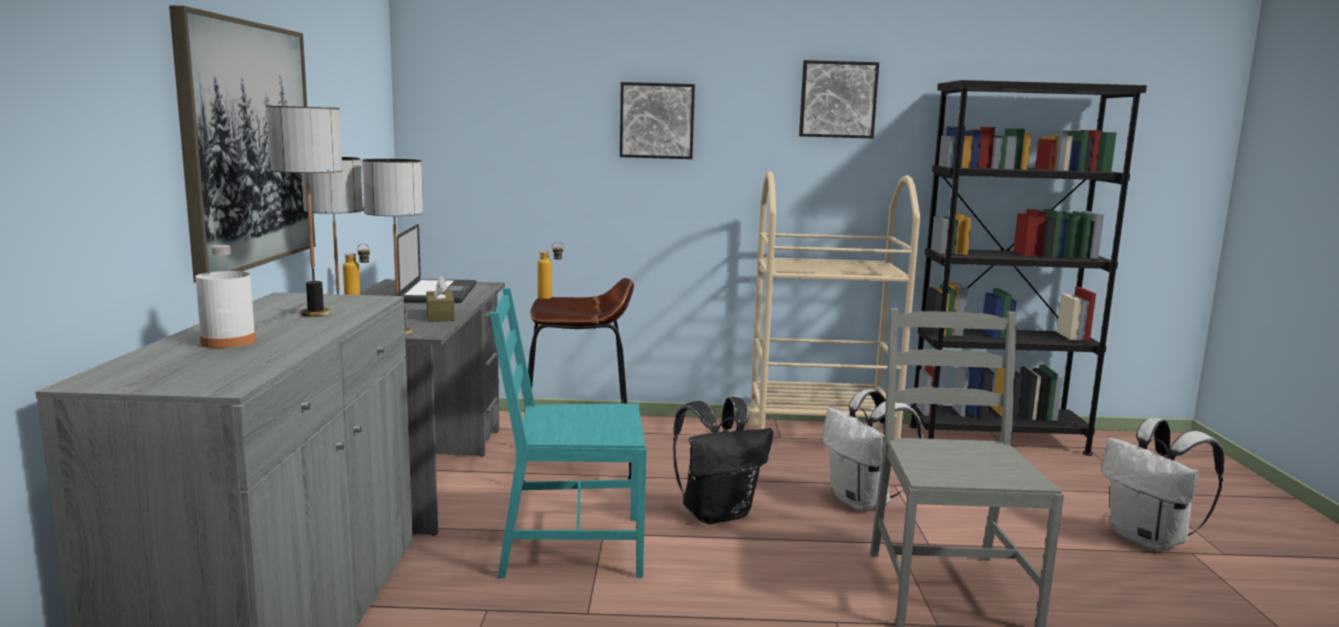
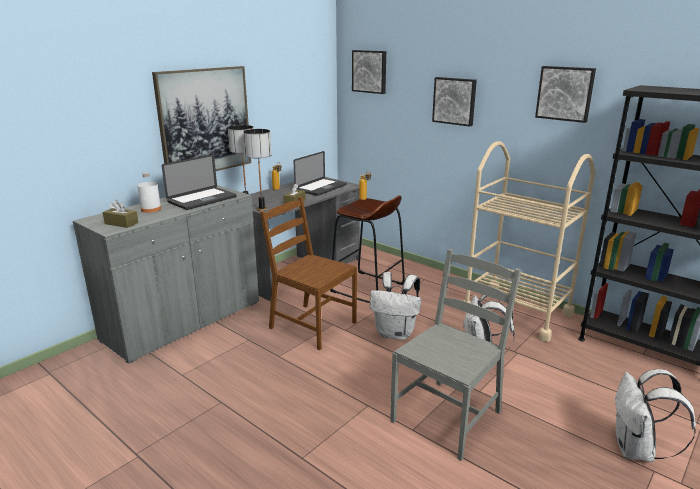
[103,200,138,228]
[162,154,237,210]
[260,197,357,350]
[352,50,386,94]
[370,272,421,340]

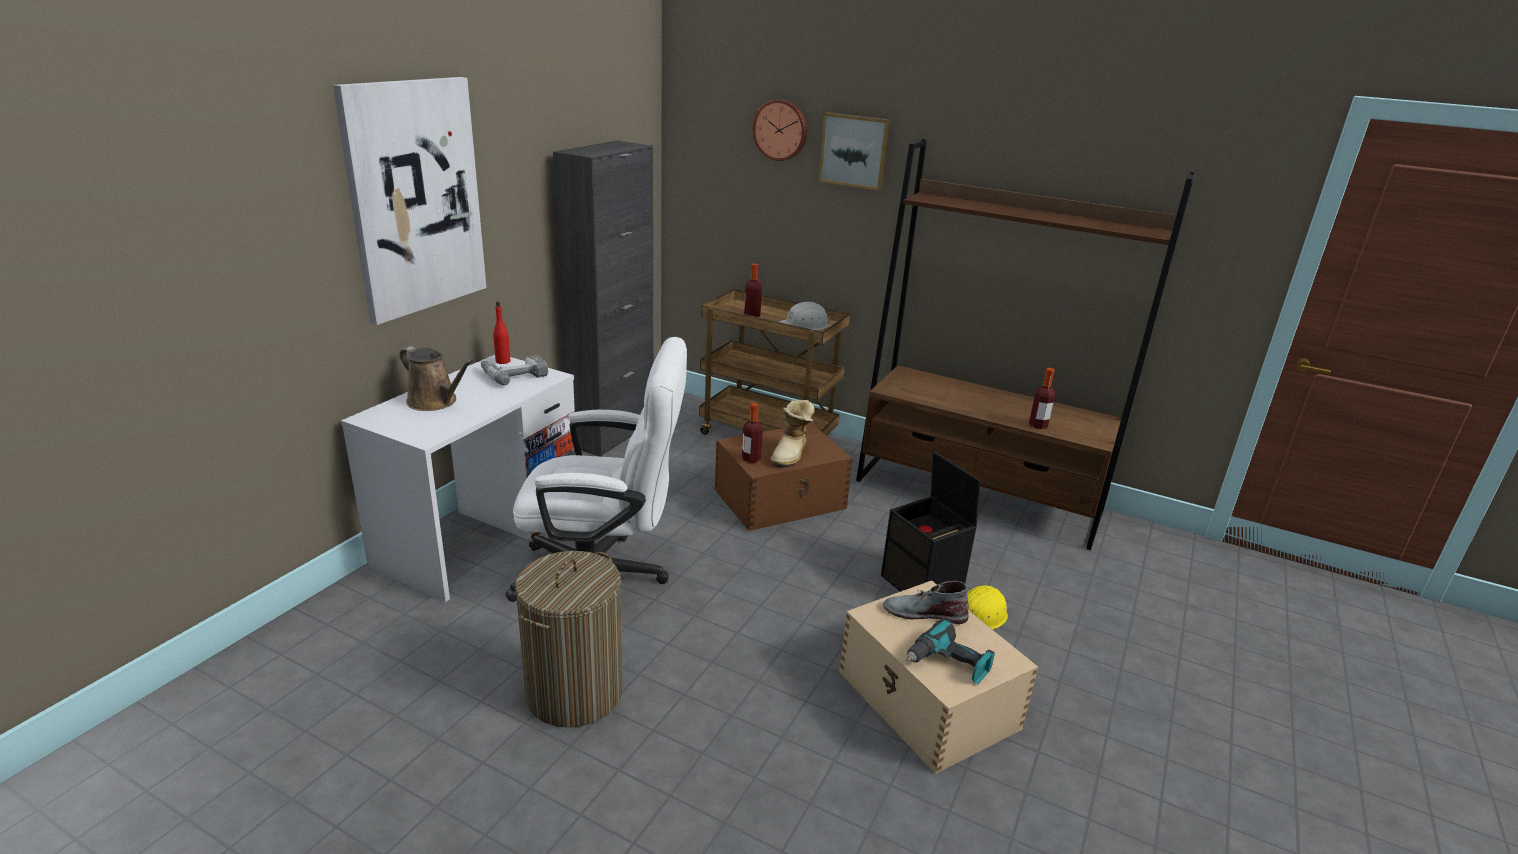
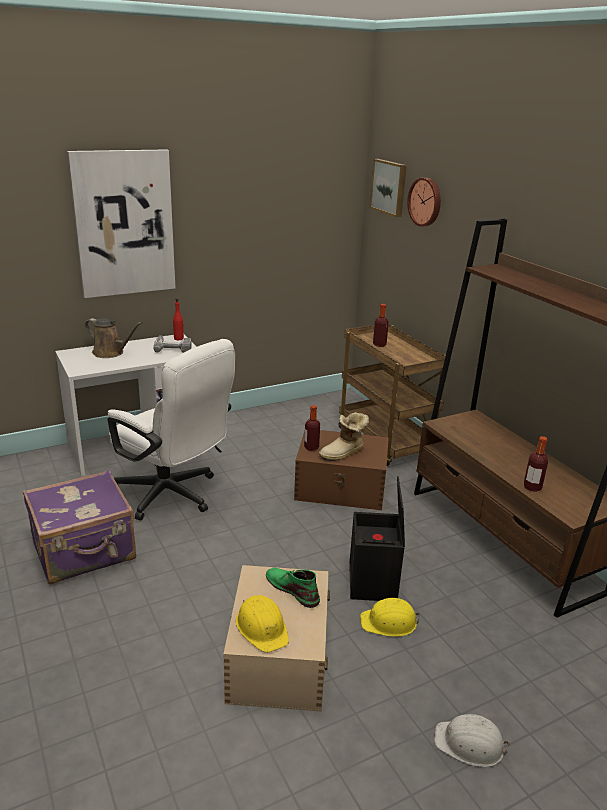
[23,470,136,584]
[85,318,142,358]
[236,595,289,653]
[266,568,320,608]
[370,159,407,217]
[434,714,510,767]
[553,140,653,457] (first image)

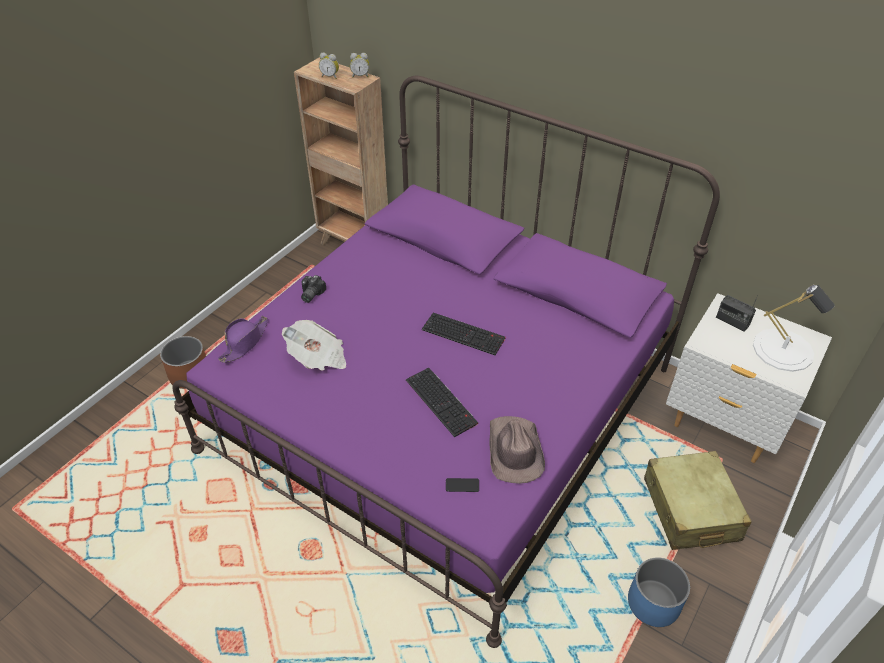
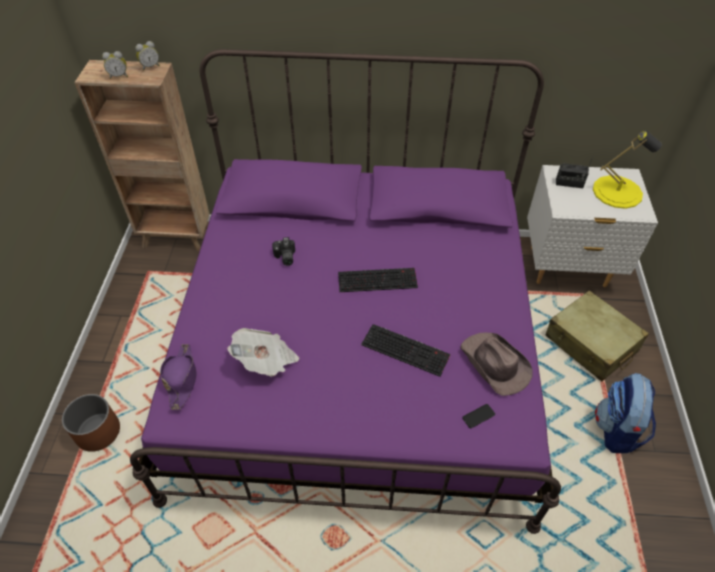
[272,237,295,266]
[593,131,662,209]
[595,373,656,453]

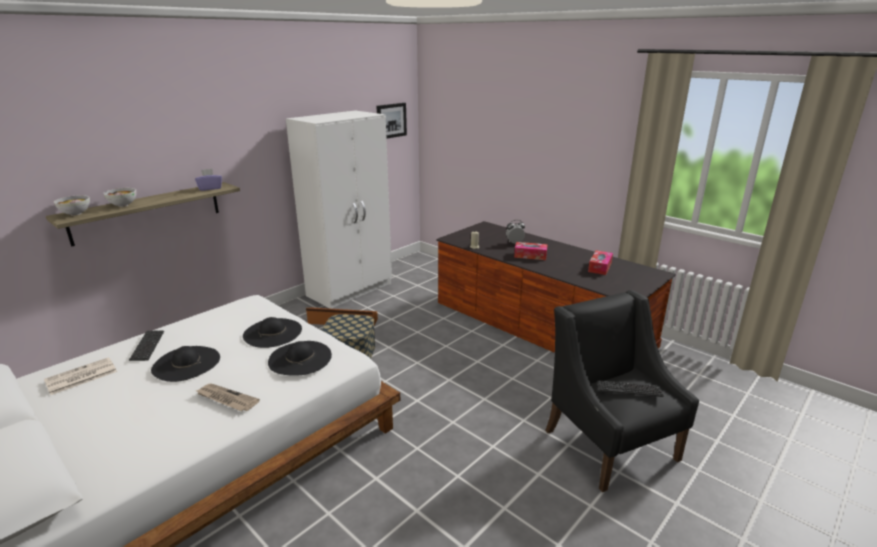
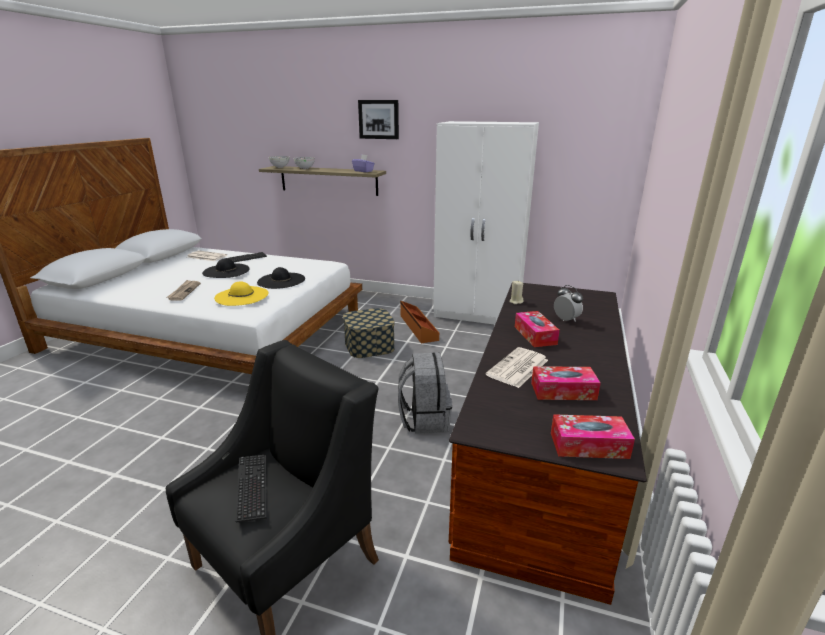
[214,281,268,306]
[358,100,399,139]
[398,352,452,434]
[486,347,548,388]
[551,414,635,459]

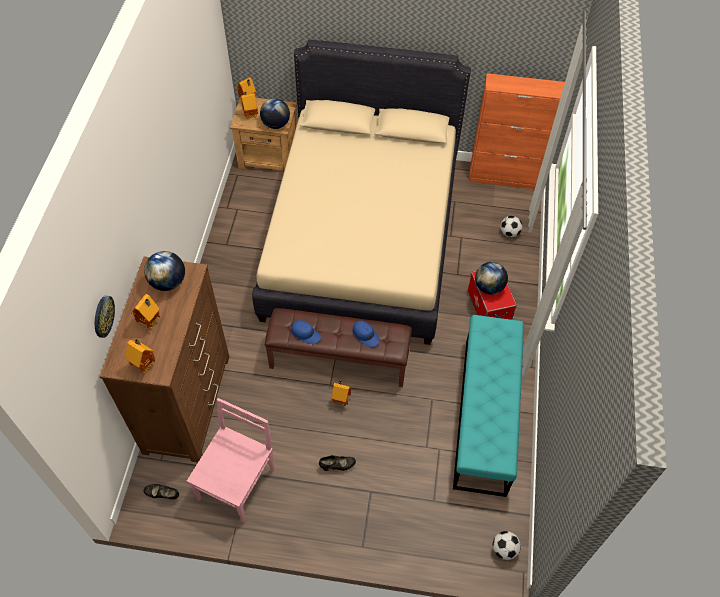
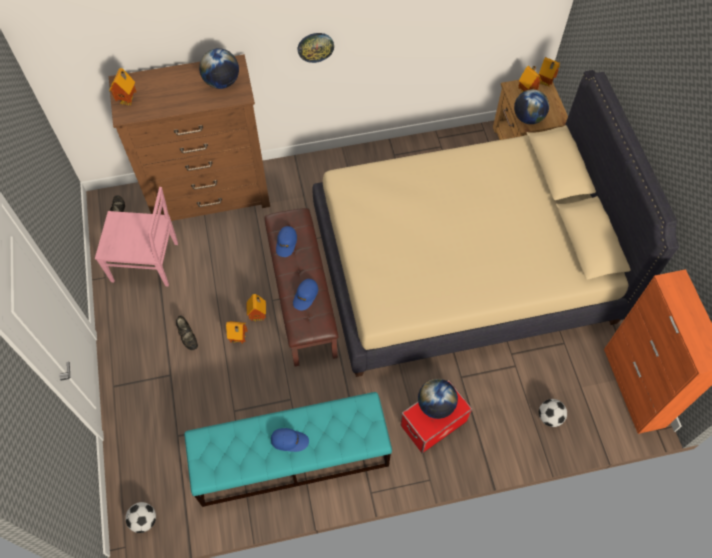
[226,321,248,344]
[271,428,309,452]
[298,33,334,63]

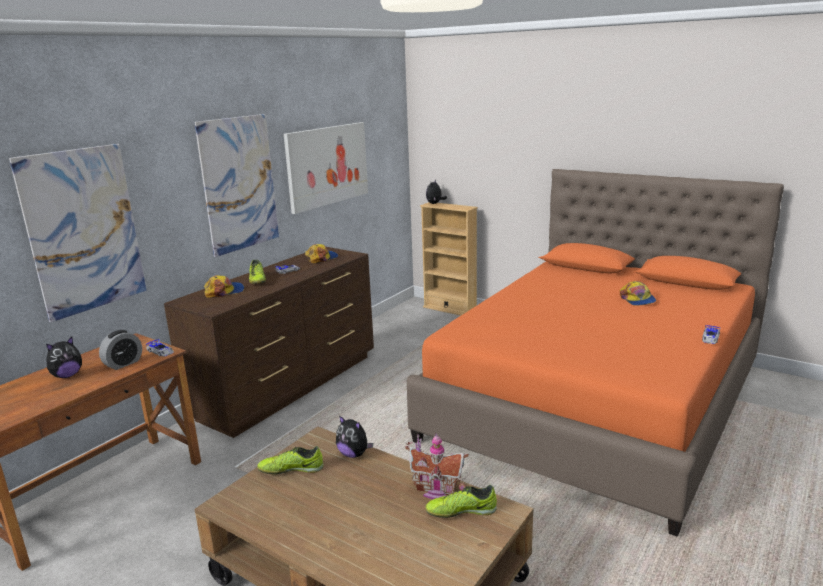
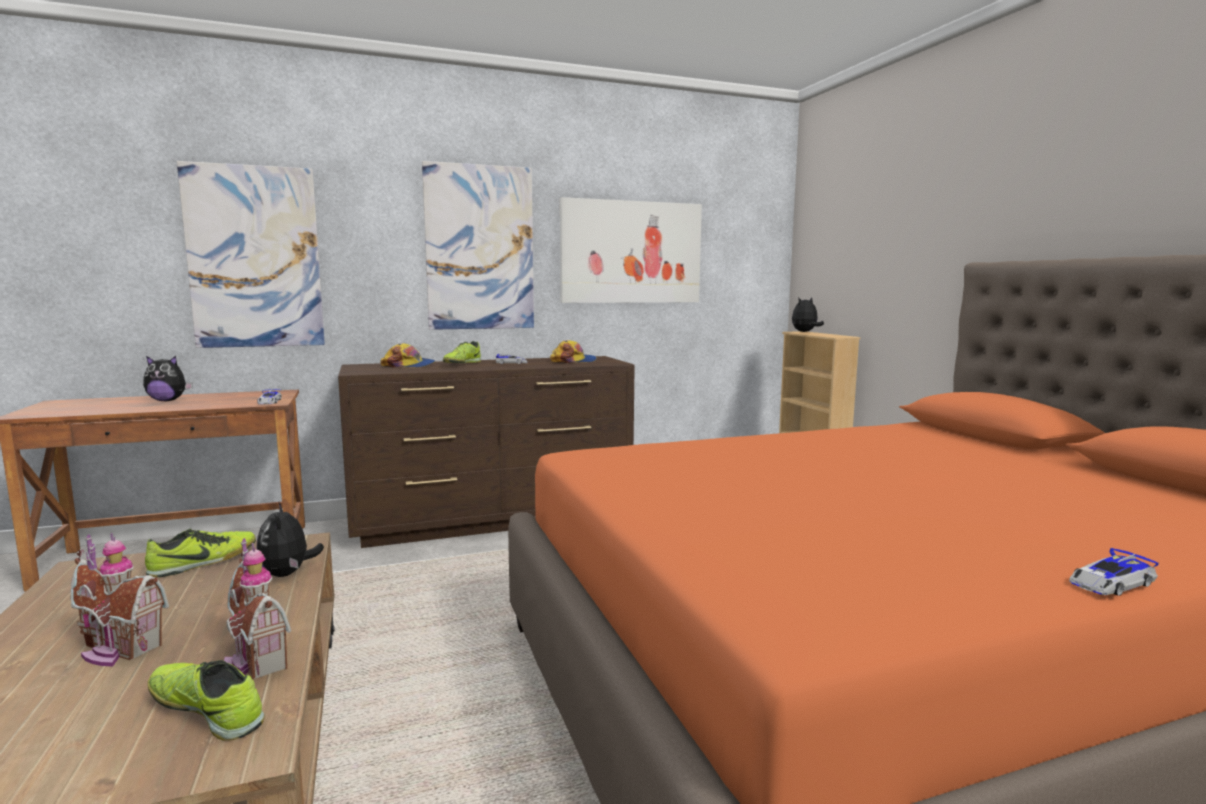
[70,533,169,667]
[145,529,256,577]
[99,330,142,370] (first image)
[619,281,656,306] (first image)

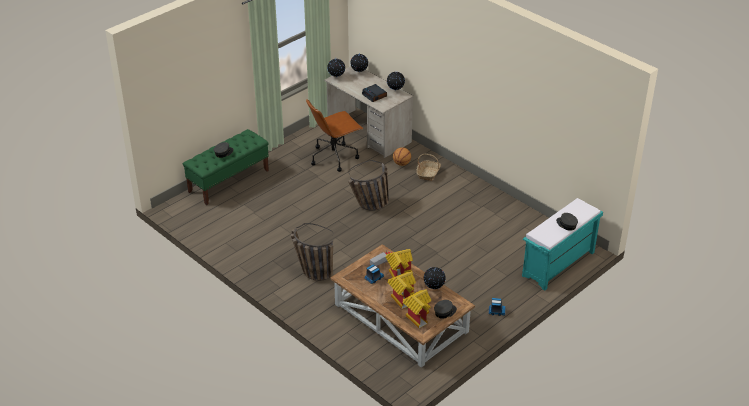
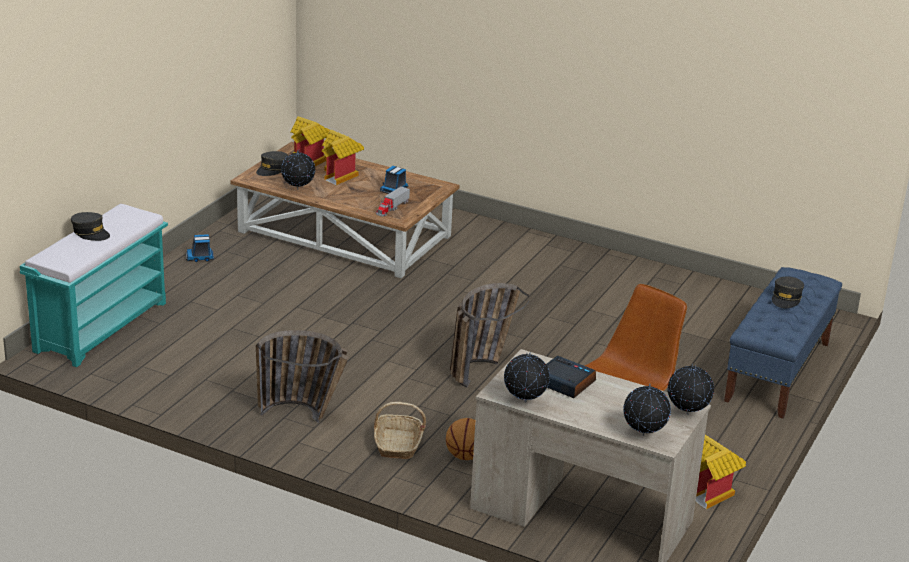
[256,330,348,423]
[696,435,746,509]
[724,267,842,418]

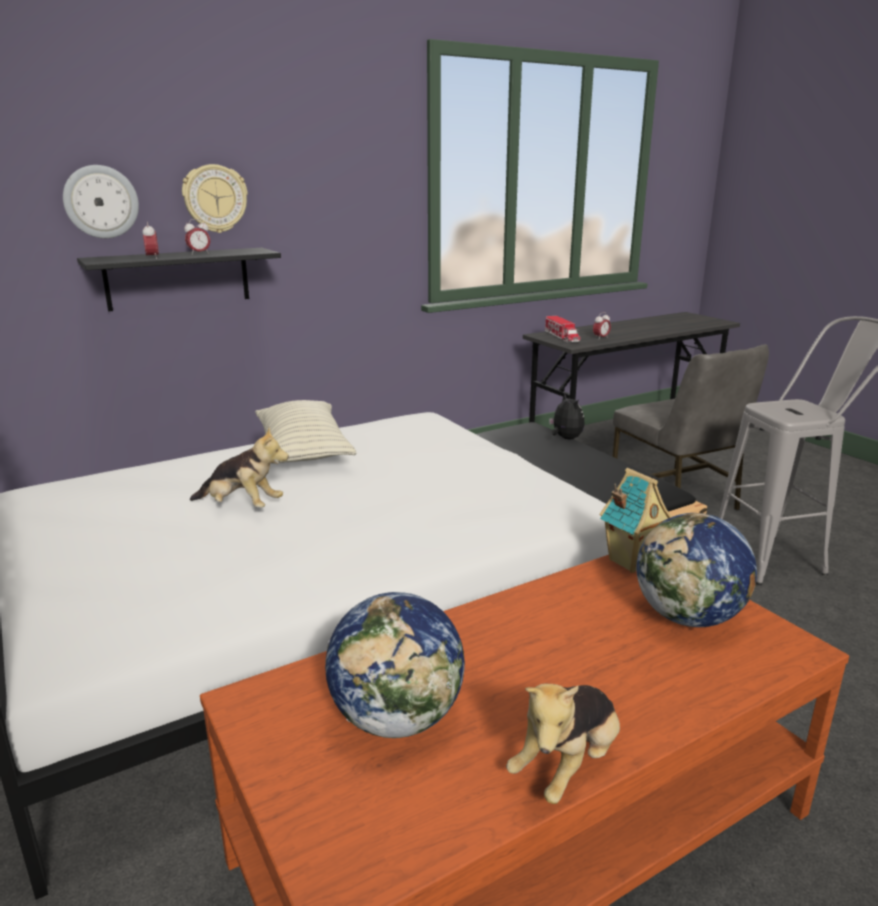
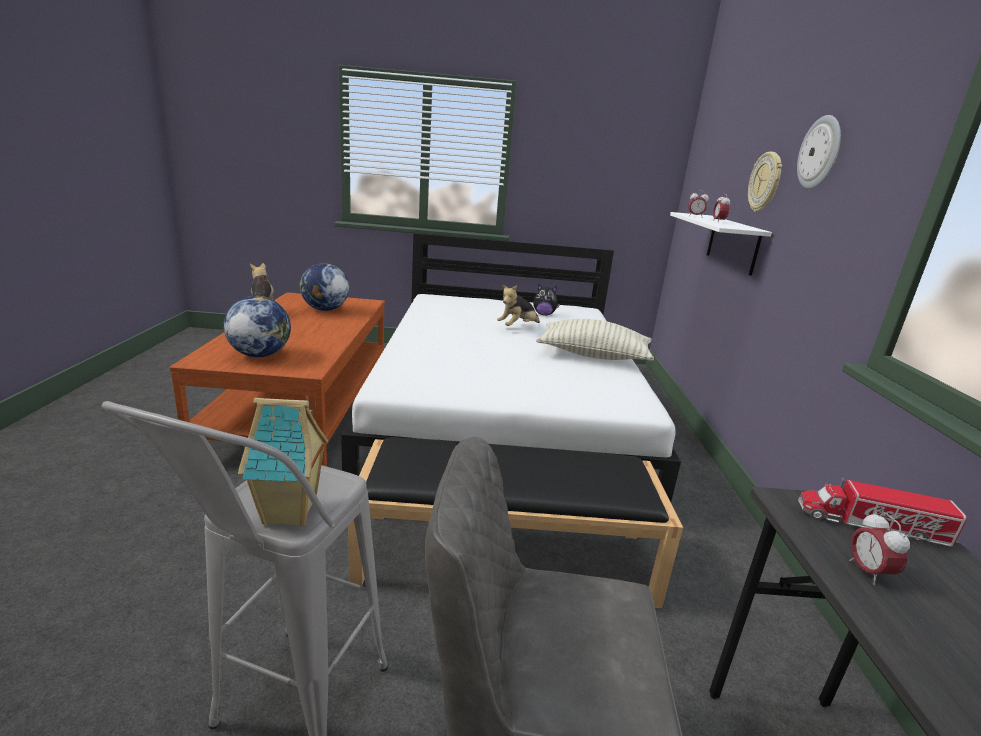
[238,398,328,527]
[533,284,560,315]
[670,212,772,276]
[797,115,841,189]

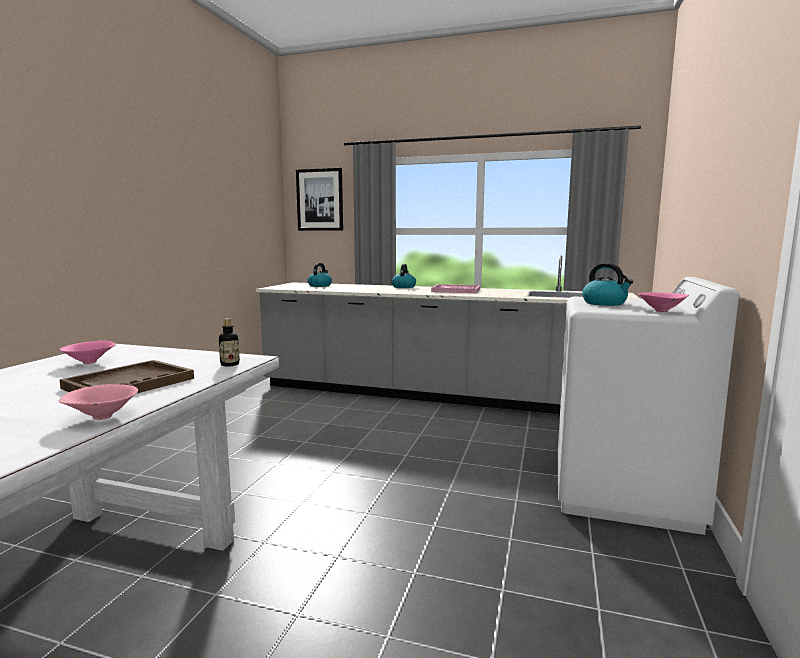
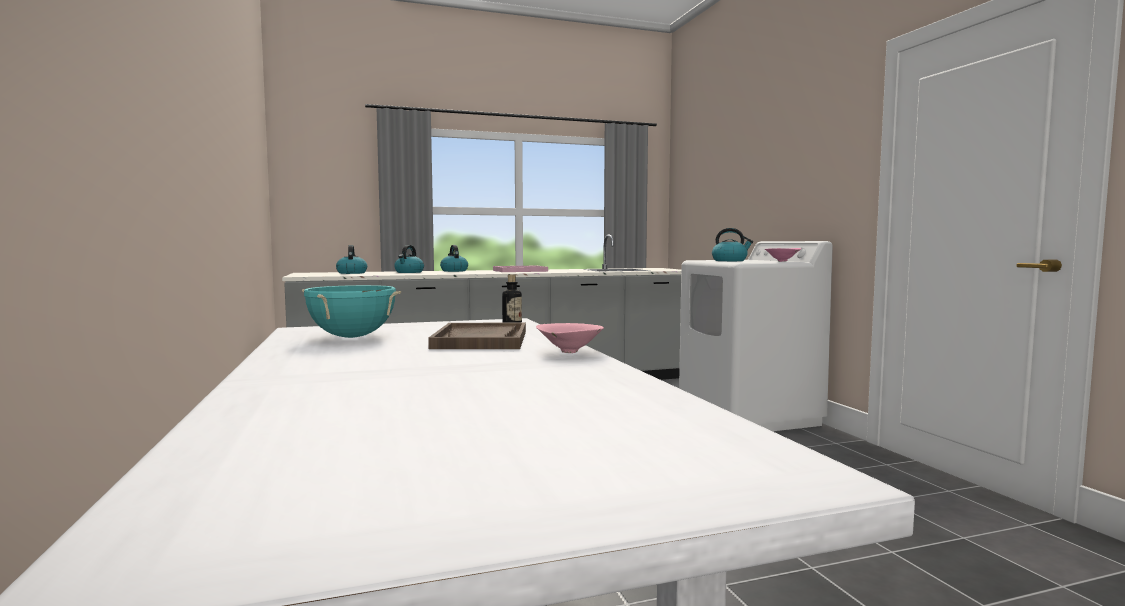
[302,285,401,338]
[394,245,424,273]
[296,168,343,231] (first image)

